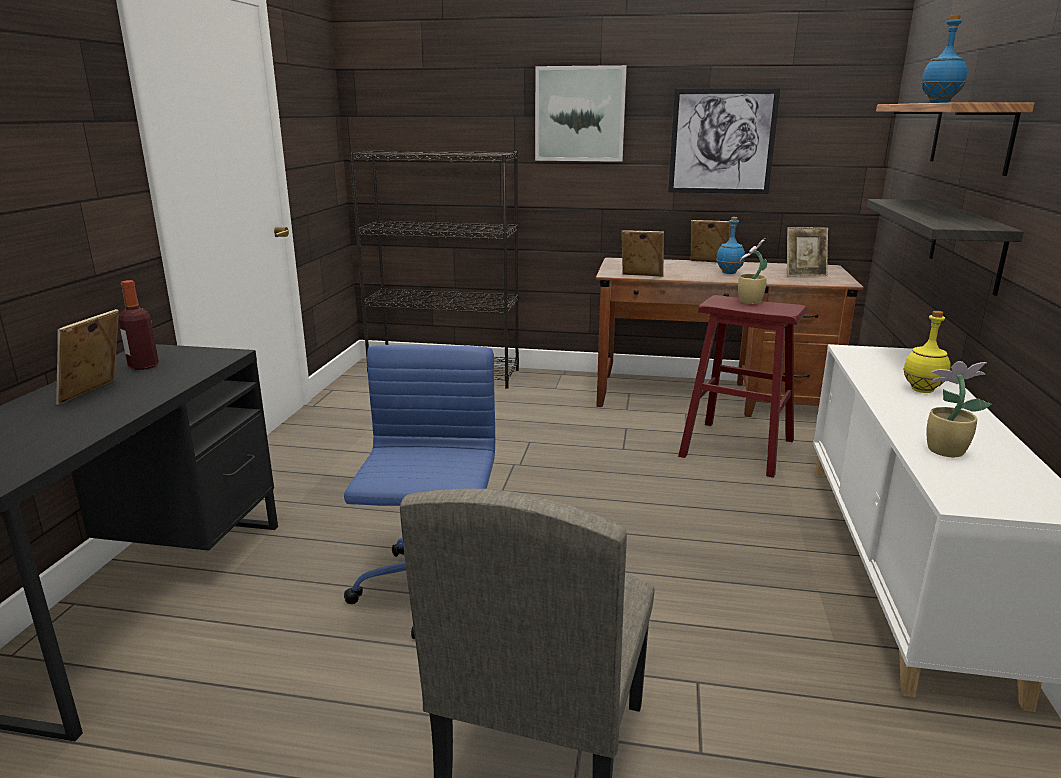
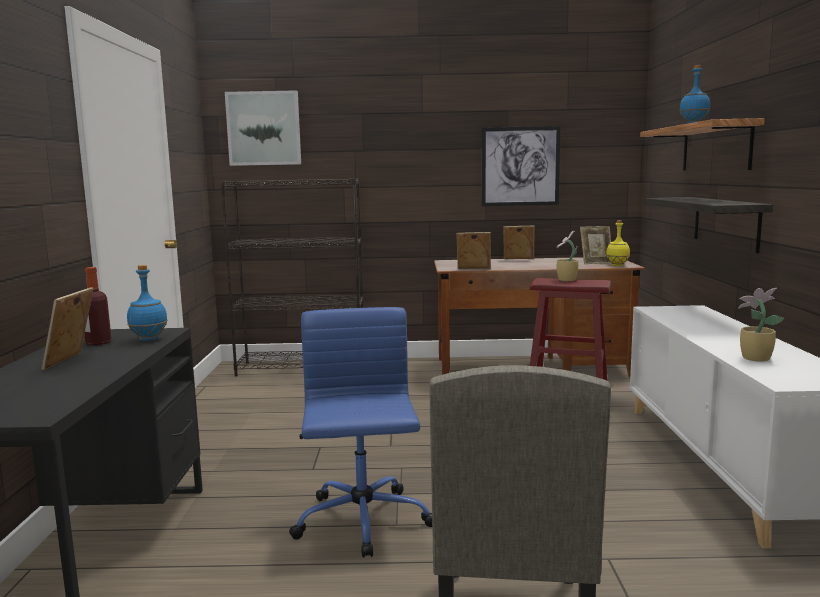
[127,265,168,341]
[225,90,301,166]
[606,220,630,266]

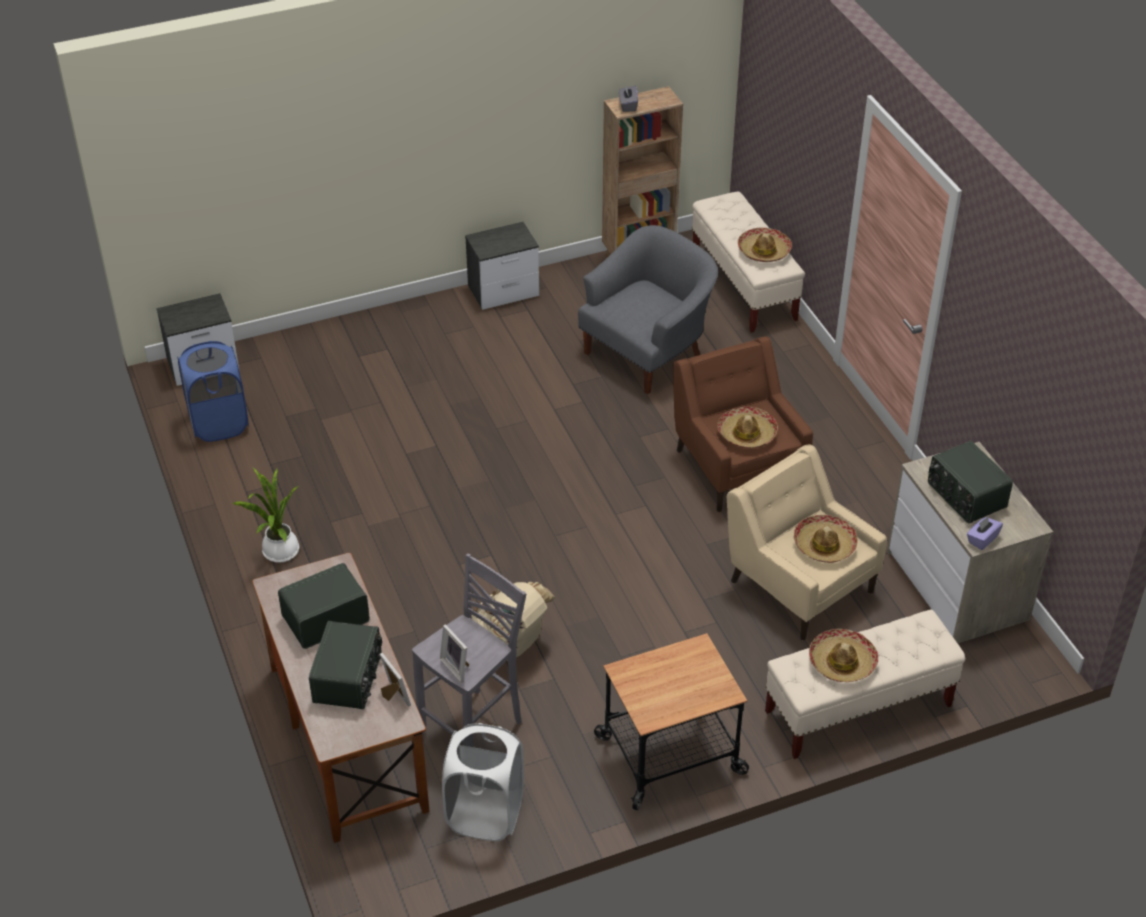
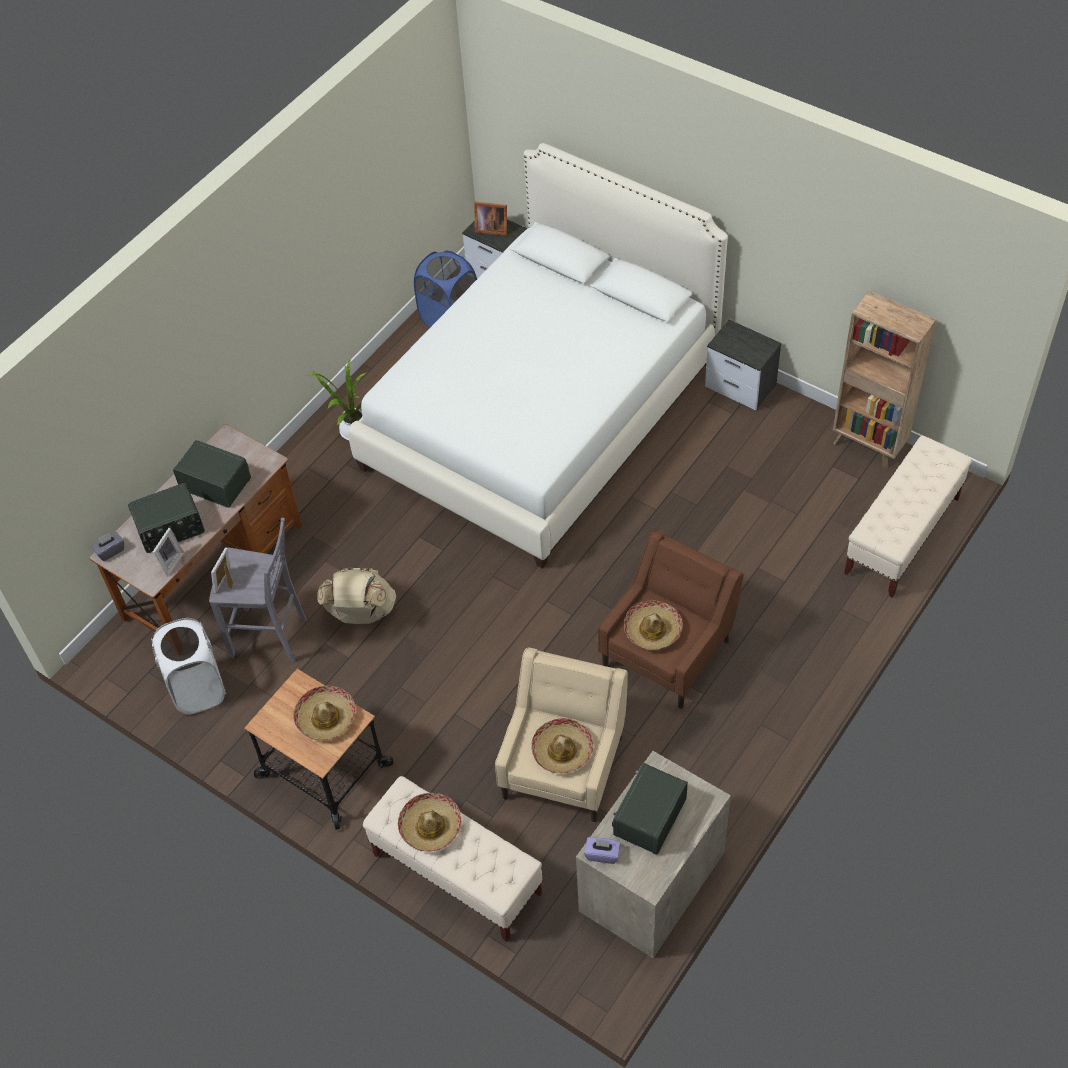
[91,532,124,561]
[293,686,355,740]
[348,143,728,569]
[474,202,507,236]
[578,225,718,394] (first image)

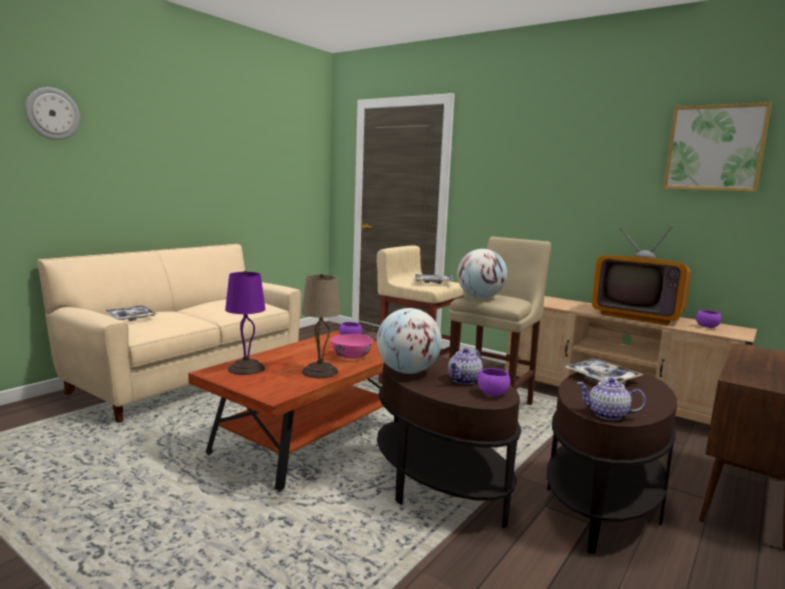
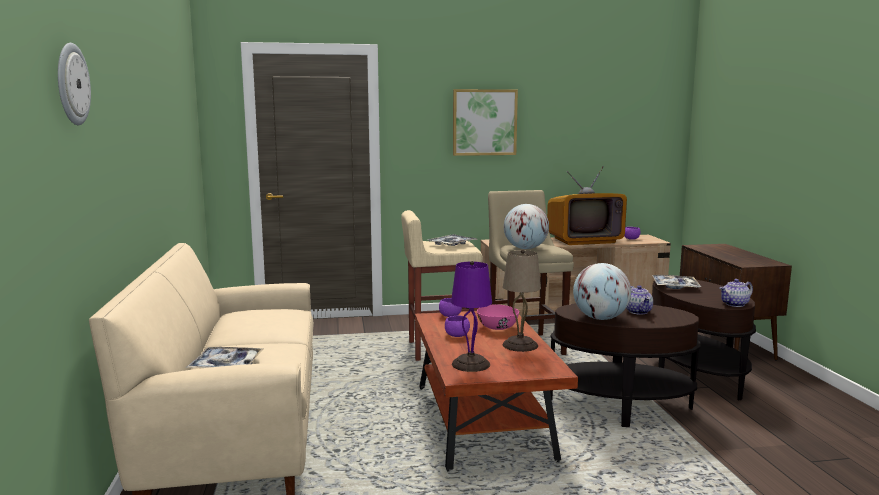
[445,315,470,337]
[453,89,518,156]

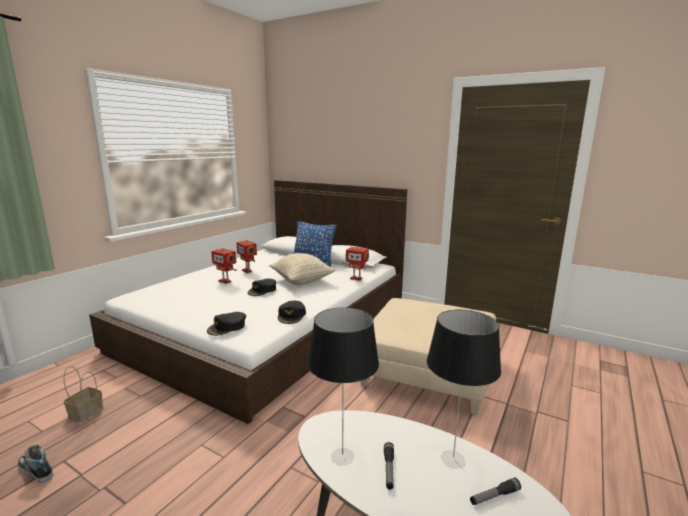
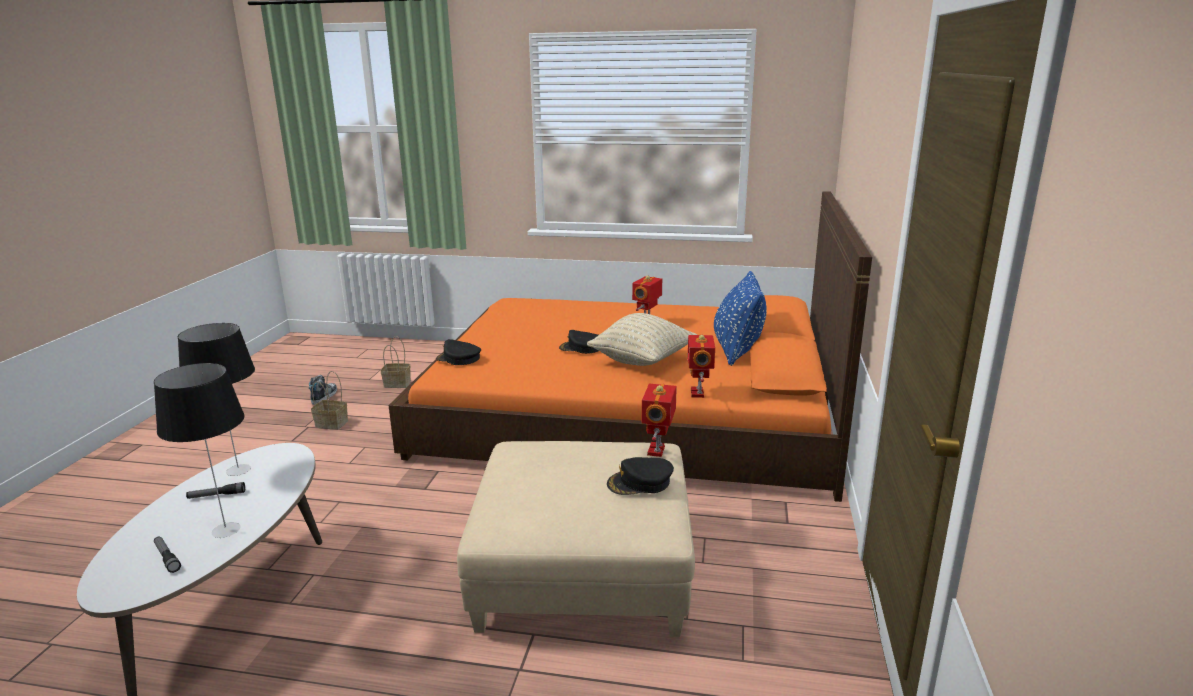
[311,371,348,430]
[388,191,872,502]
[607,457,674,495]
[642,384,677,457]

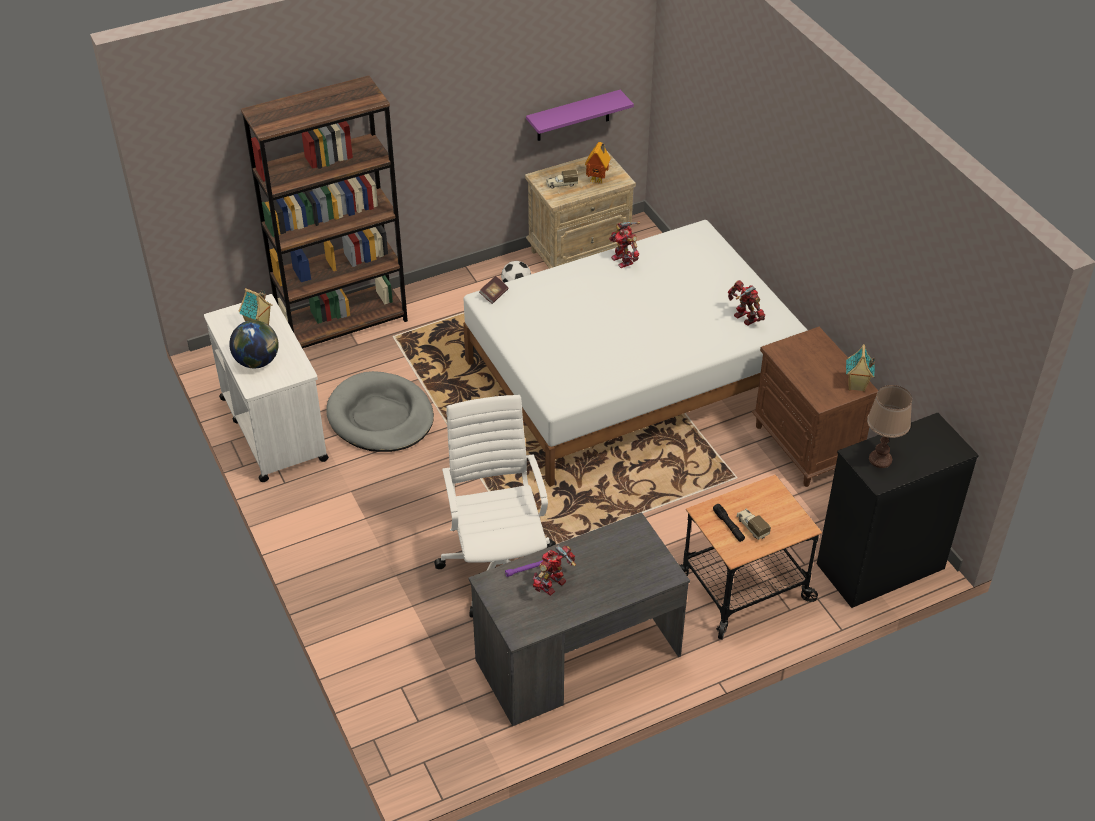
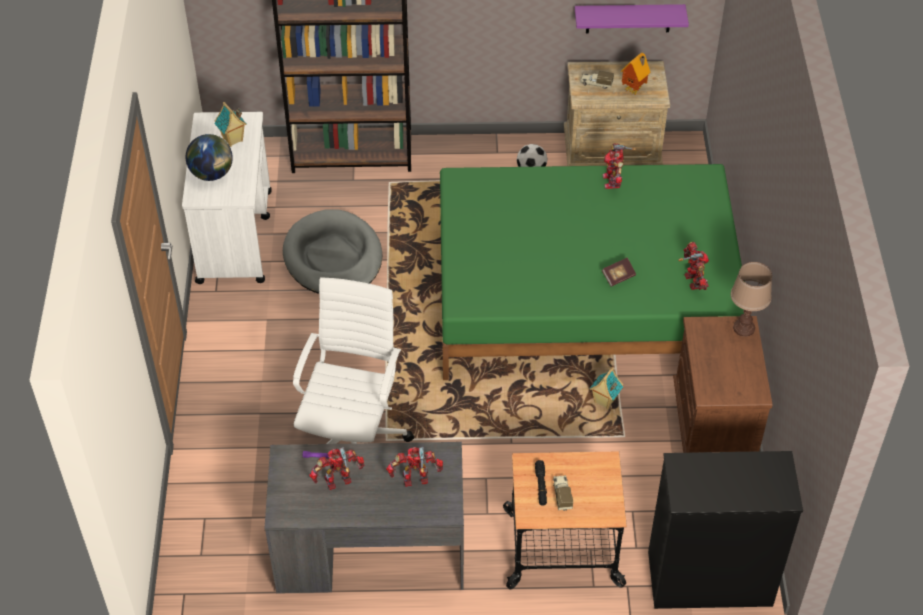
[386,447,443,487]
[440,164,751,380]
[590,367,623,409]
[602,258,636,287]
[731,262,772,337]

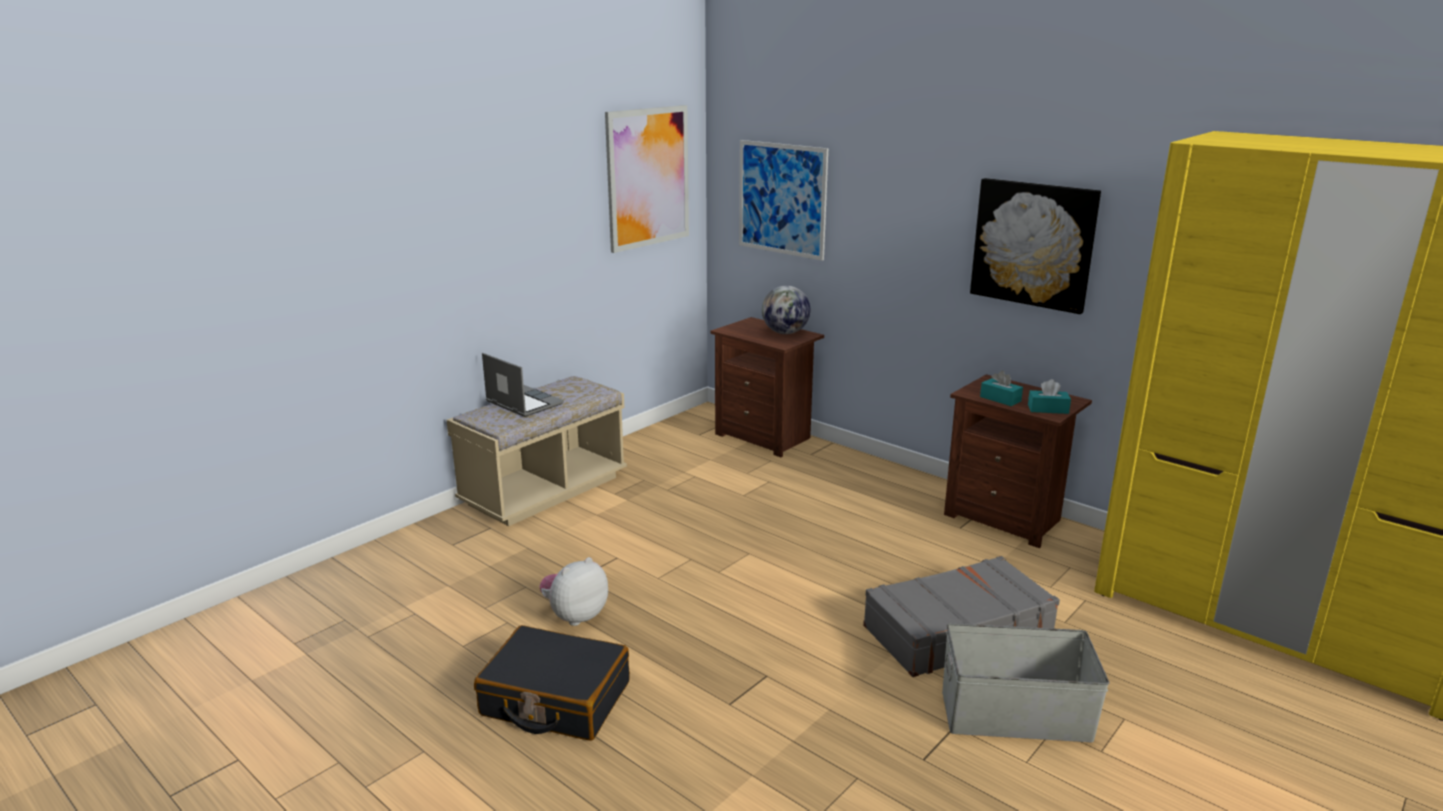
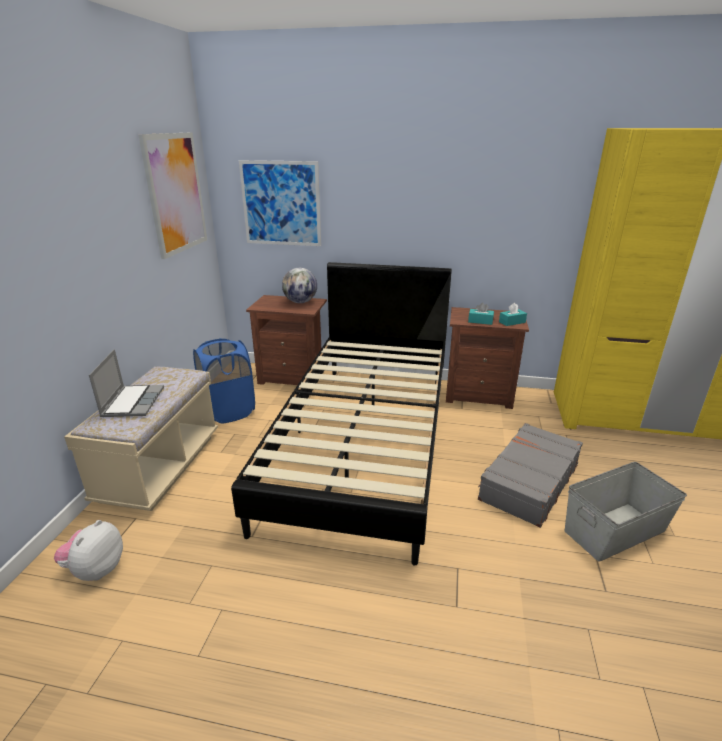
[54,520,123,581]
[89,349,164,417]
[193,338,255,423]
[231,262,452,566]
[474,625,630,741] (first image)
[970,178,1101,314] (first image)

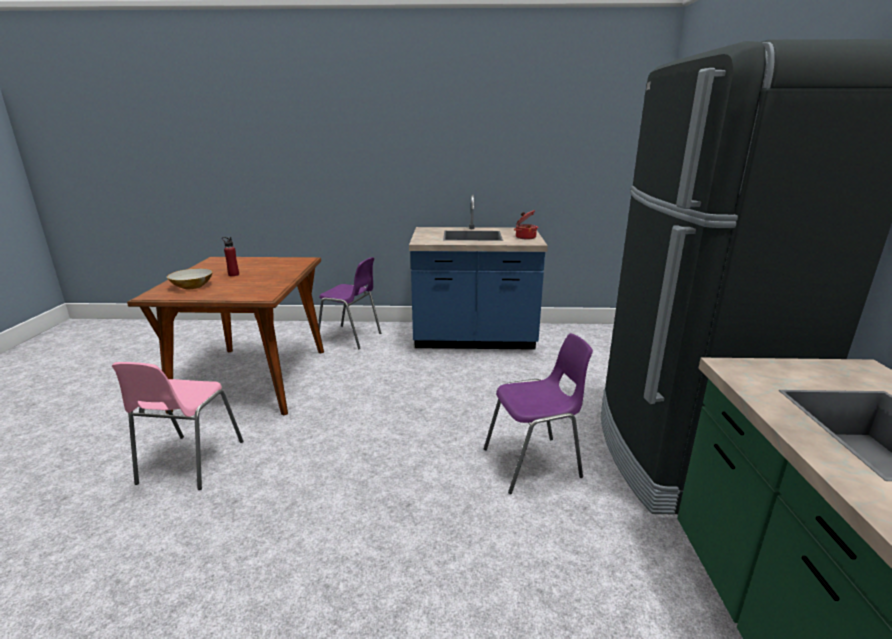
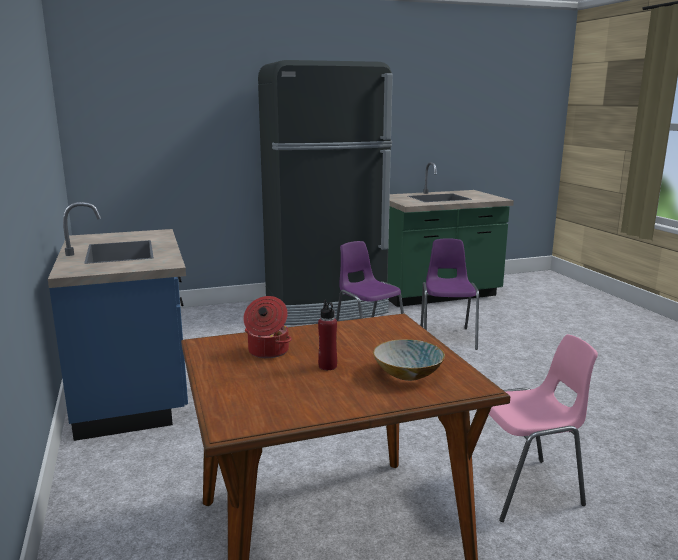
[243,296,292,358]
[421,238,479,350]

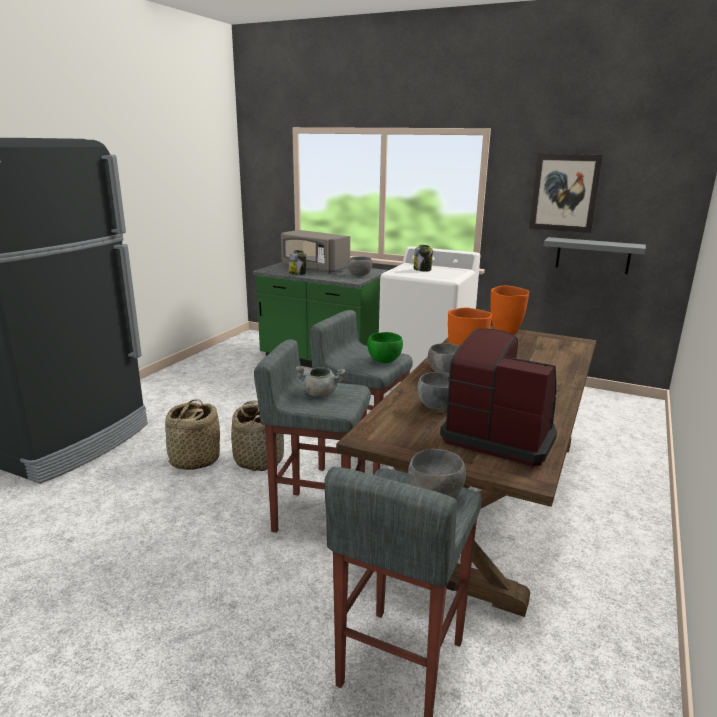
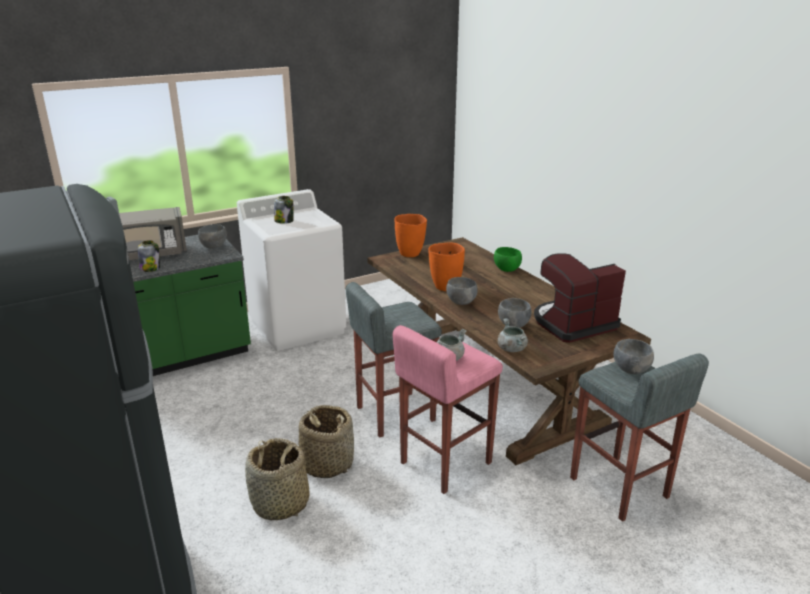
[393,325,503,494]
[494,247,522,272]
[498,318,528,352]
[529,154,603,233] (first image)
[544,237,646,274] (first image)

